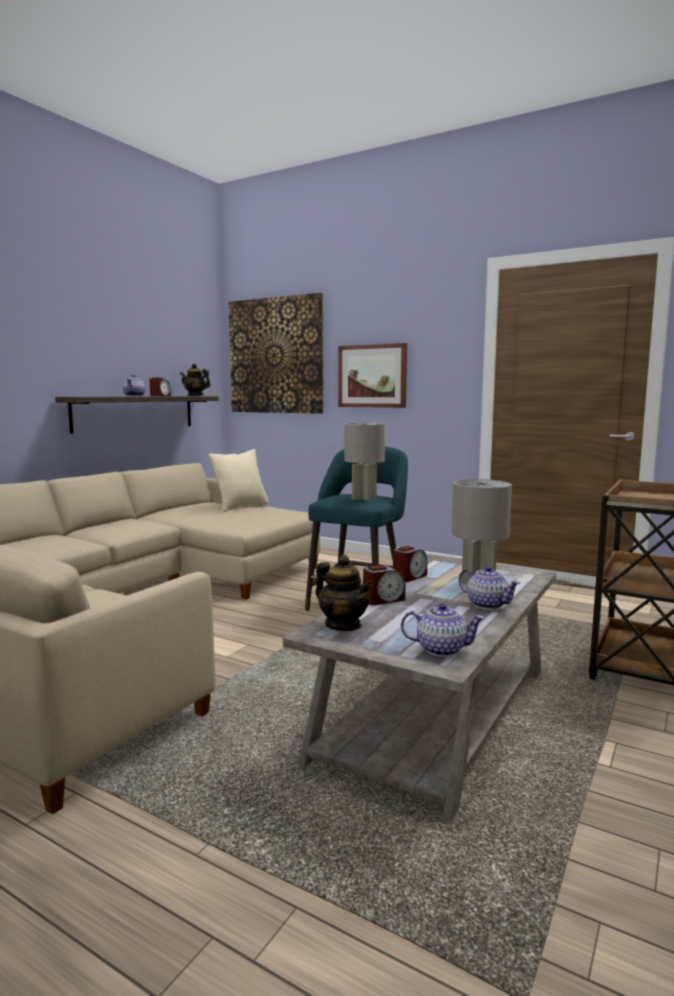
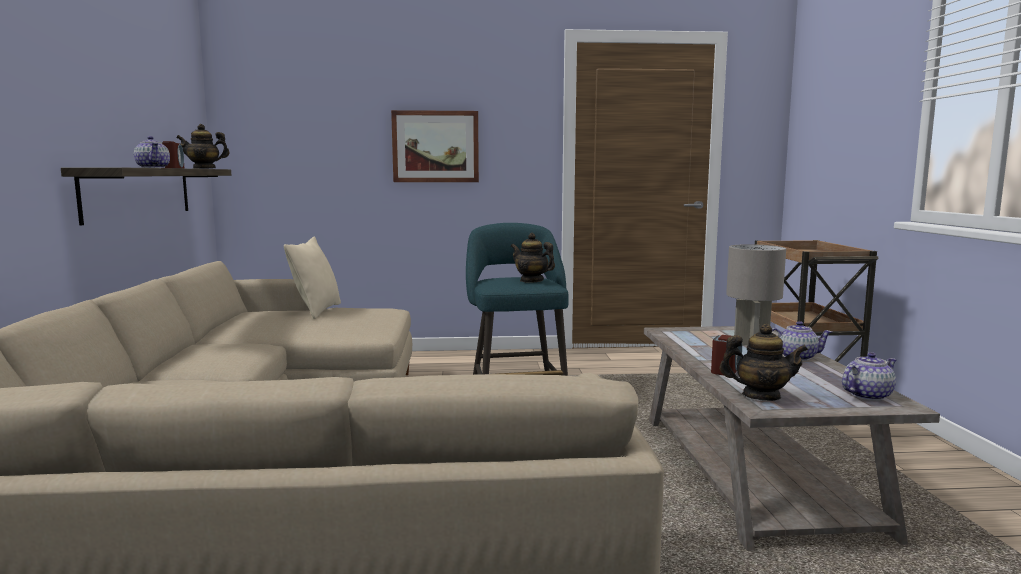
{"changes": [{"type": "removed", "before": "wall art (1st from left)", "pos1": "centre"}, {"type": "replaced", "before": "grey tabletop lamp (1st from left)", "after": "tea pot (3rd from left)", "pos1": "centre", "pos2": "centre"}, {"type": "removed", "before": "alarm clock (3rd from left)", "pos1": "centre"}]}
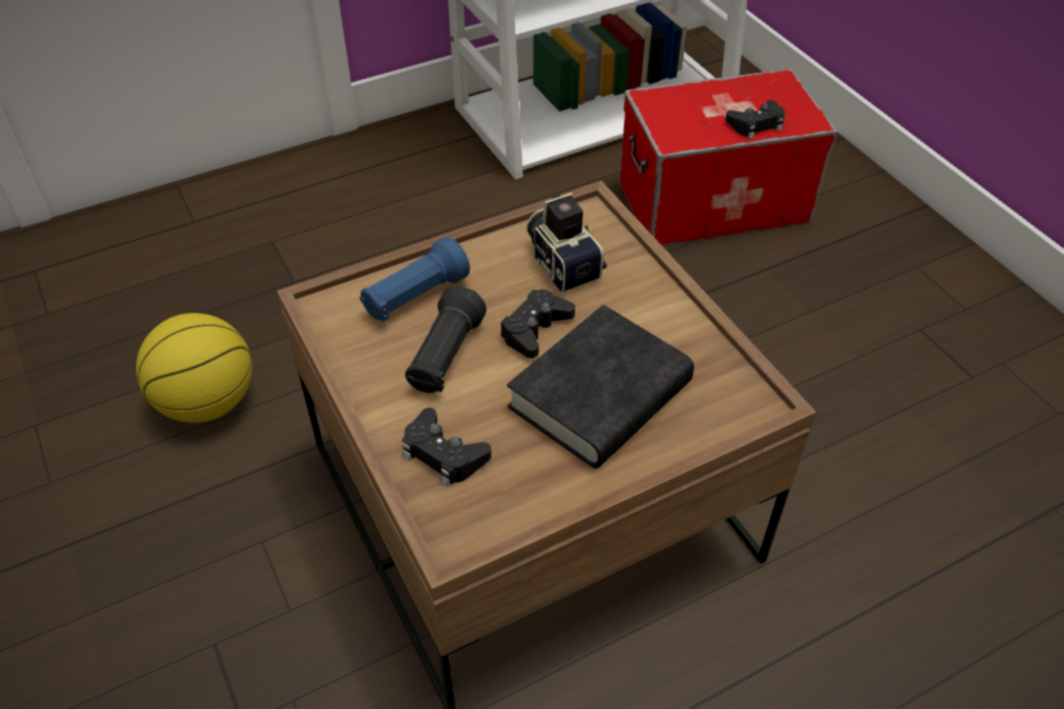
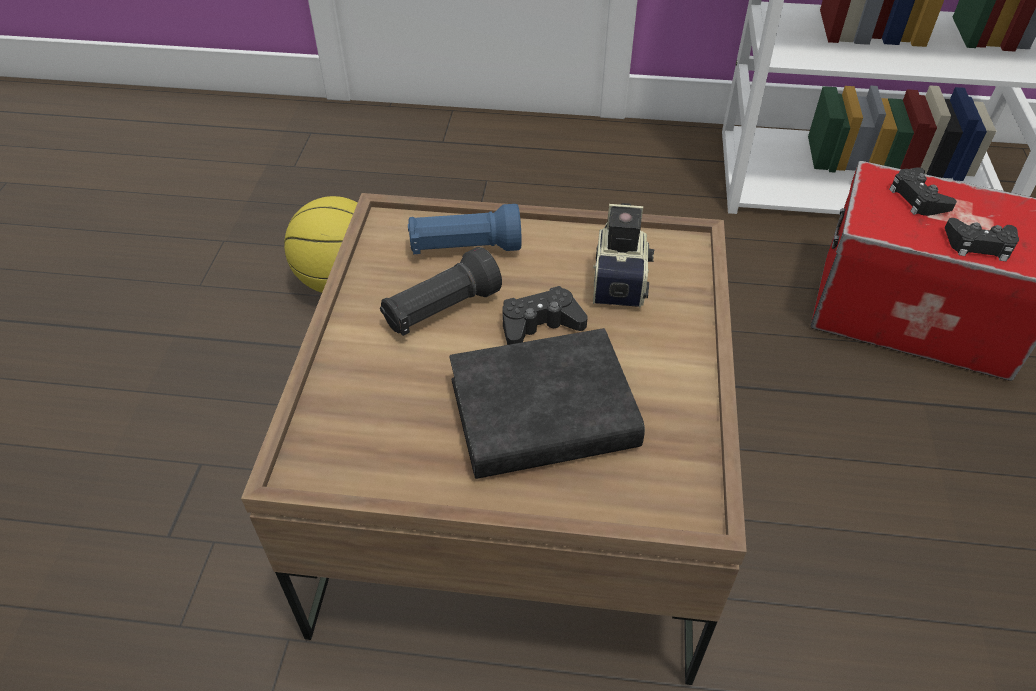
{"changes": [{"type": "moved", "before": "blackish joypad (1st from left in the first image)", "after": "blackish joypad (2nd from left)", "pos1": "centre", "pos2": "top right"}]}
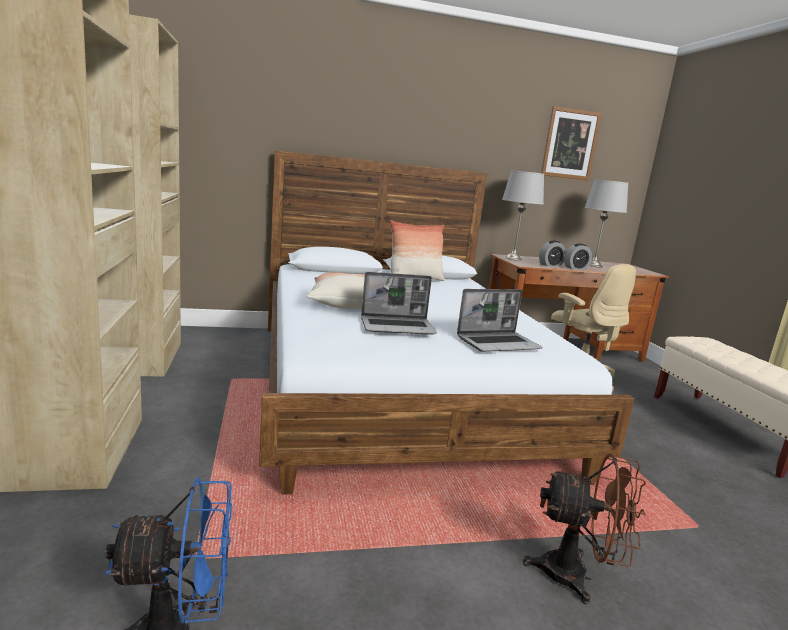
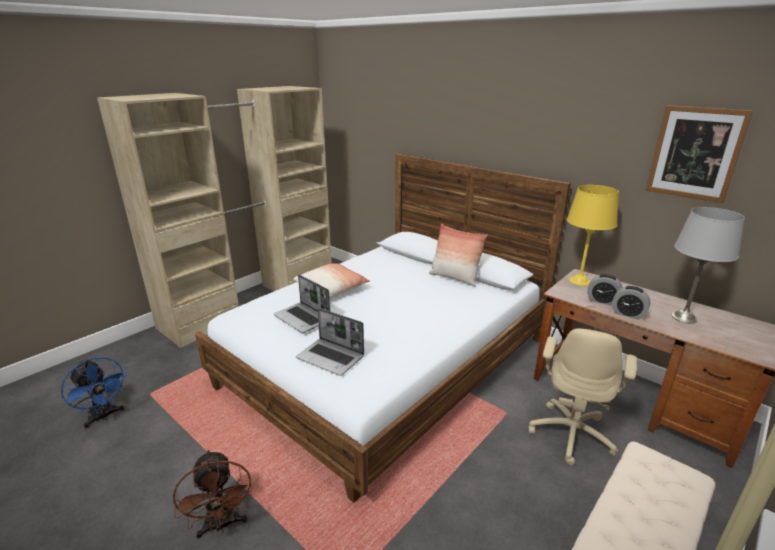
{"changes": [{"type": "recoloured", "before": "grey tabletop lamp (1st from left)", "after": "yellowish tabletop lamp", "pos1": "centre", "pos2": "middle right"}]}
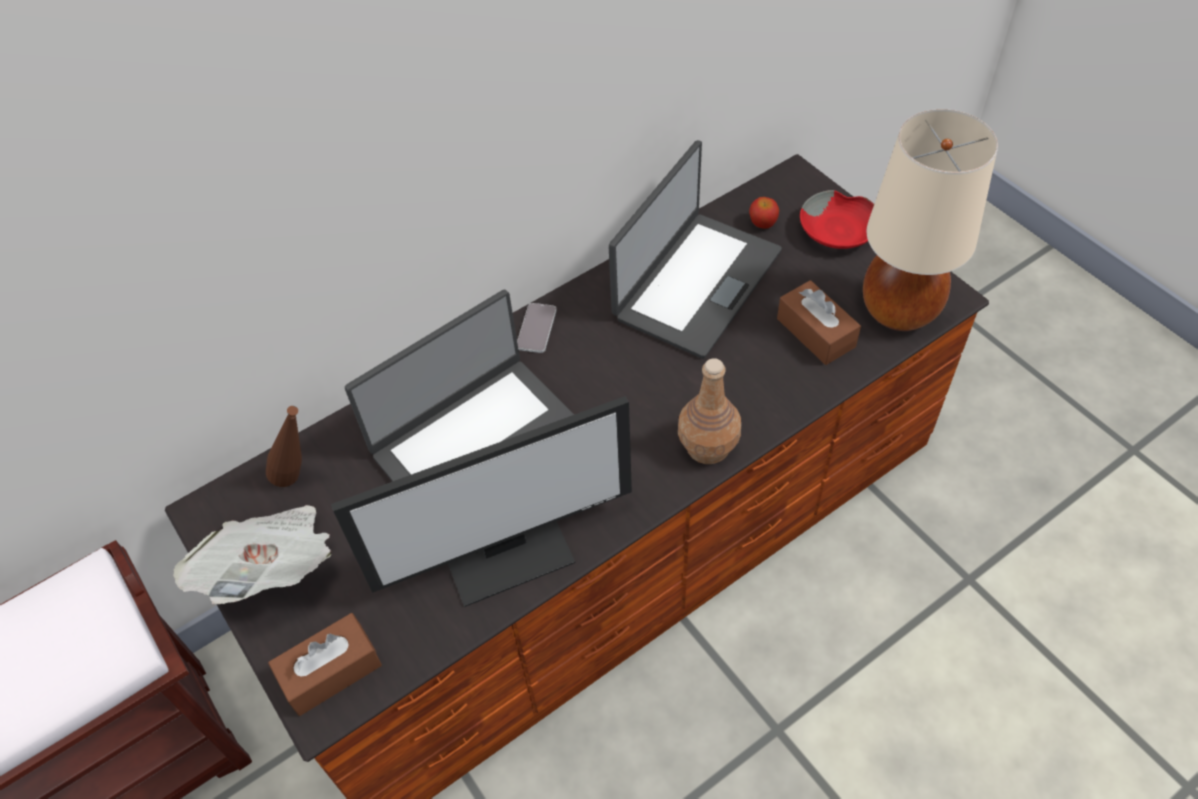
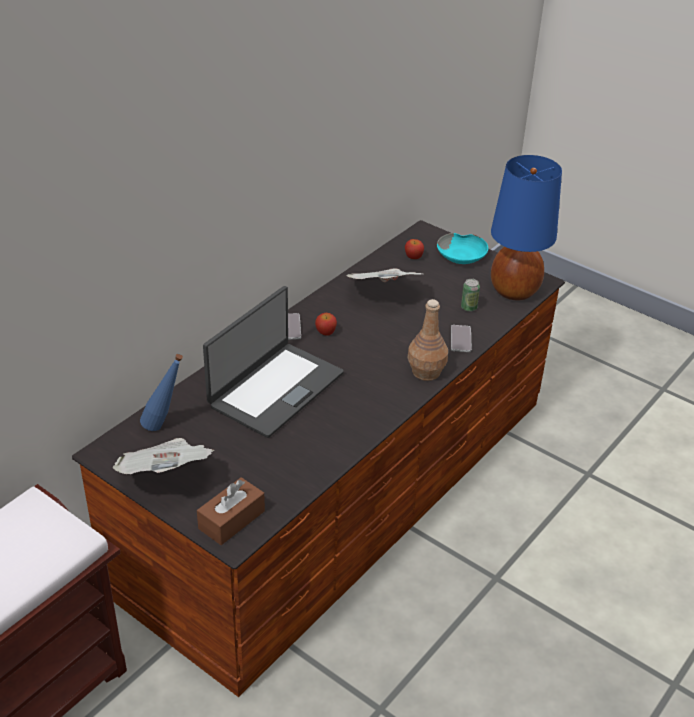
{"changes": [{"type": "recoloured", "before": "beige-coloured tabletop lamp", "after": "blue tabletop lamp", "pos1": "top right", "pos2": "top right"}, {"type": "replaced", "before": "portable computer (2nd from left)", "after": "printed paper (2nd from left)", "pos1": "top centre", "pos2": "centre"}, {"type": "recoloured", "before": "reddish deep dish", "after": "turquoise deep dish", "pos1": "top right", "pos2": "centre"}, {"type": "replaced", "before": "brown box of tissues (2nd from left)", "after": "metal can", "pos1": "middle right", "pos2": "middle right"}, {"type": "removed", "before": "monitor", "pos1": "centre"}, {"type": "recoloured", "before": "brown beverage bottle (1st from left)", "after": "blue beverage bottle", "pos1": "middle left", "pos2": "middle left"}, {"type": "added", "after": "apple (1st from left)", "pos2": "centre"}, {"type": "added", "after": "phone (2nd from left)", "pos2": "centre"}]}
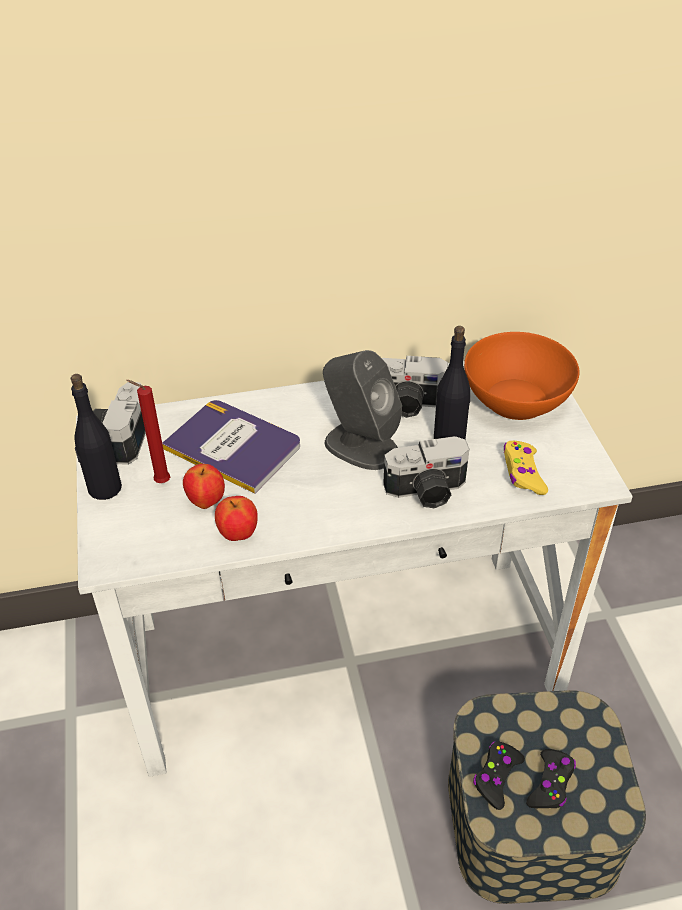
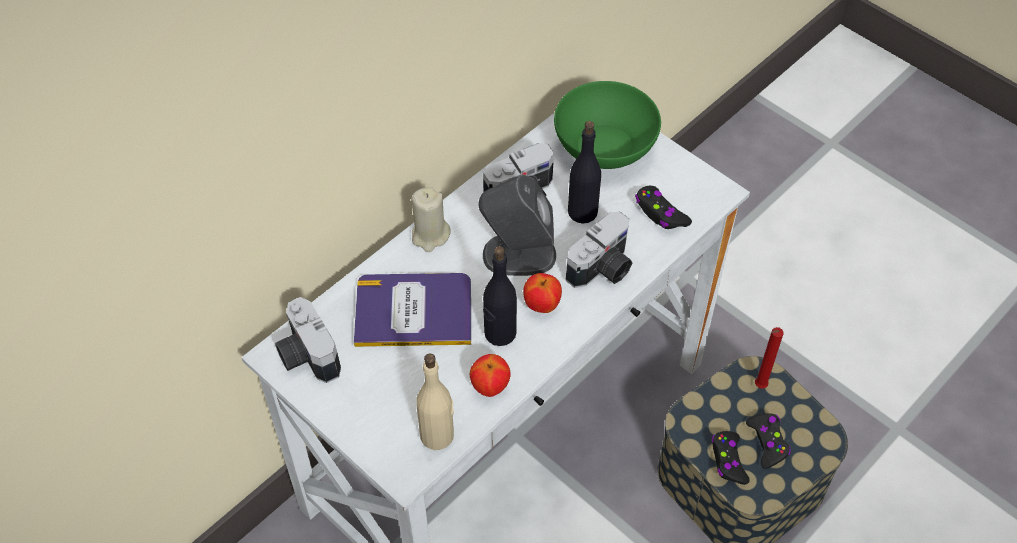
{"changes": [{"type": "recoloured", "before": "orange deep dish", "after": "green deep dish", "pos1": "middle right", "pos2": "top centre"}, {"type": "moved", "before": "blackish beverage bottle (1st from left)", "pos1": "middle left", "pos2": "centre"}, {"type": "moved", "before": "reddish wax candle", "pos1": "middle left", "pos2": "middle right"}, {"type": "recoloured", "before": "yellowish joypad", "after": "blackish joypad (1st from left)", "pos1": "middle right", "pos2": "centre"}, {"type": "moved", "before": "apple (1st from left in the first image)", "after": "apple (2nd from left)", "pos1": "middle left", "pos2": "centre"}, {"type": "added", "after": "beige-coloured wax candle", "pos2": "centre"}, {"type": "added", "after": "beige-coloured beverage bottle", "pos2": "bottom centre"}]}
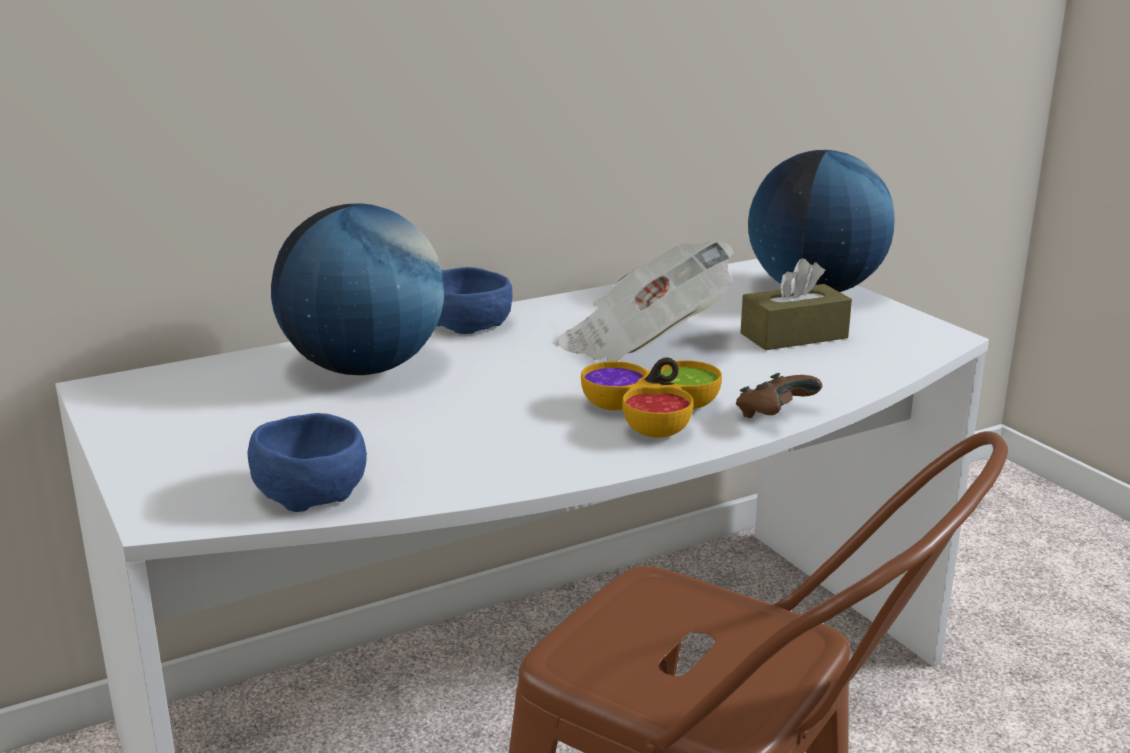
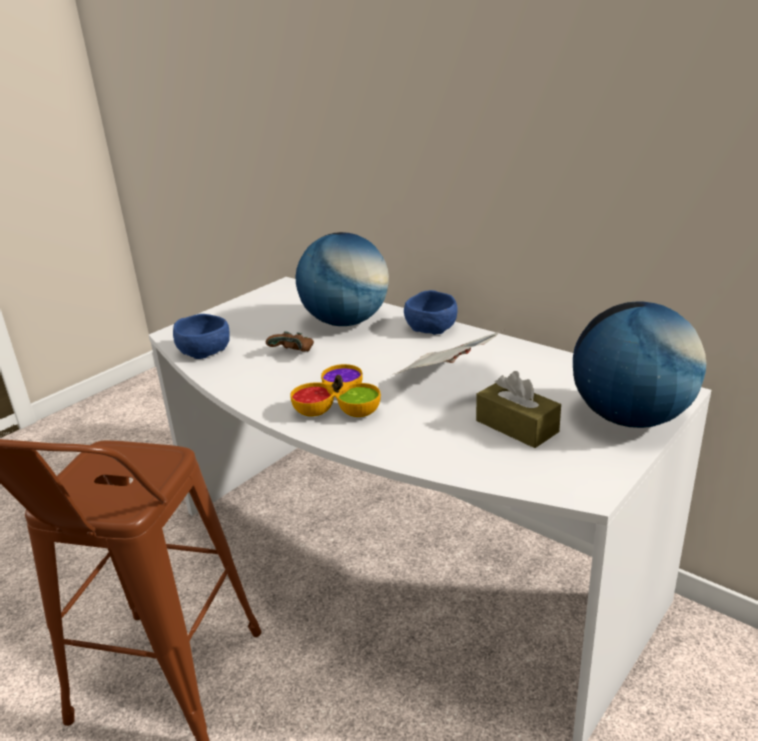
{"changes": [{"type": "moved", "before": "brown joypad", "pos1": "middle right", "pos2": "centre"}]}
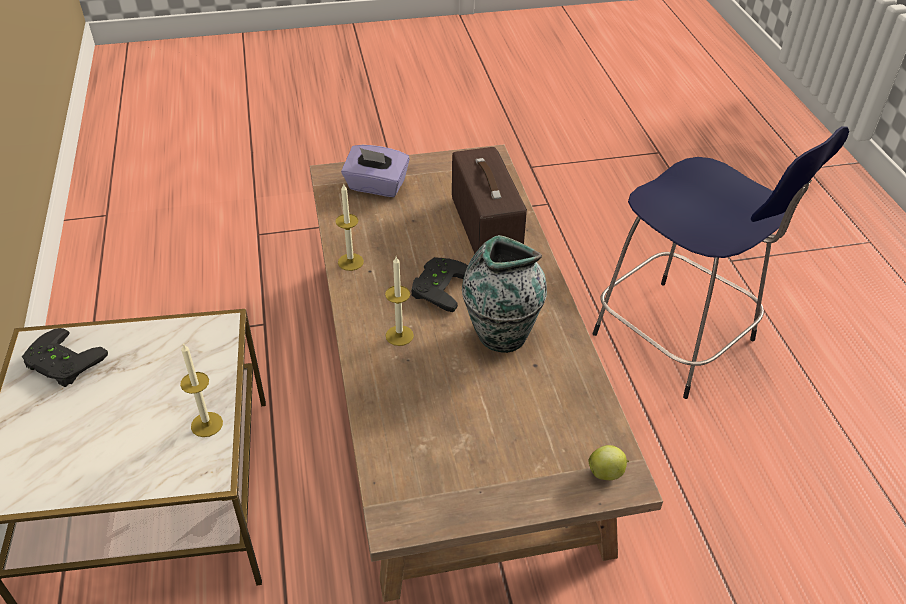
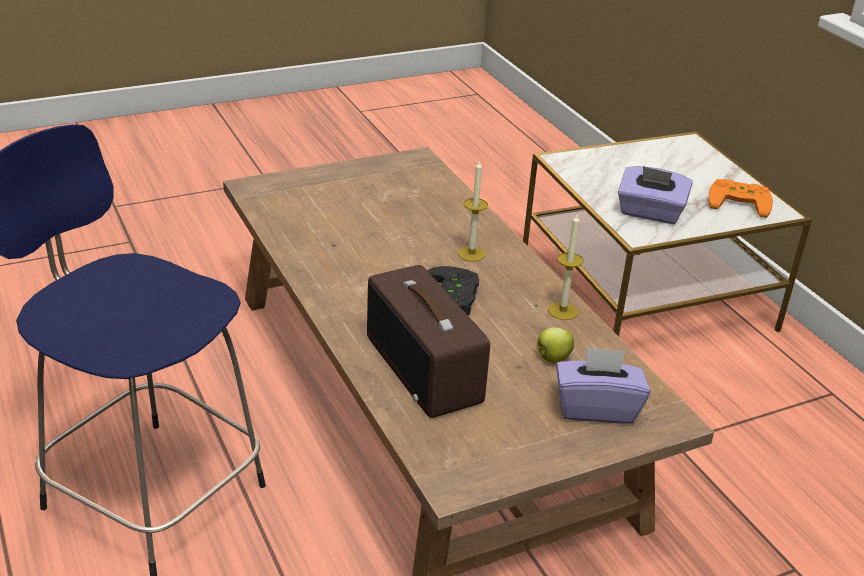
{"changes": [{"type": "removed", "before": "vase", "pos1": "centre"}, {"type": "recoloured", "before": "blackish joypad (1st from left)", "after": "orange joypad", "pos1": "middle left", "pos2": "middle right"}, {"type": "removed", "before": "wax candle (1st from left)", "pos1": "middle left"}, {"type": "moved", "before": "apple", "pos1": "bottom right", "pos2": "centre"}, {"type": "added", "after": "purple-coloured box of tissues (2nd from left)", "pos2": "middle right"}]}
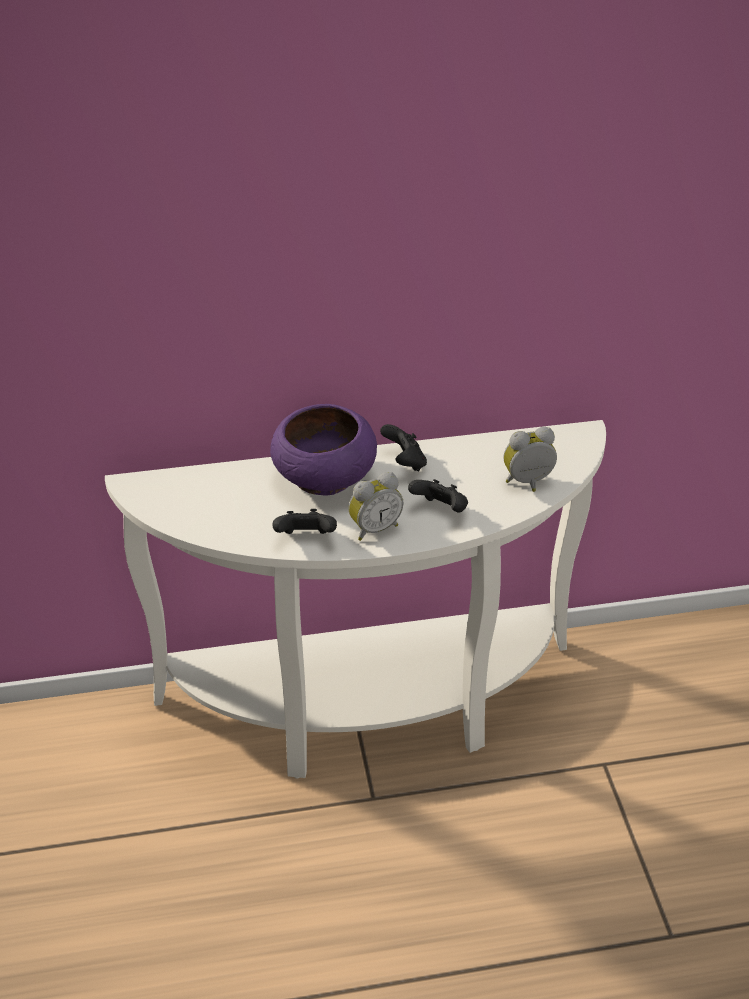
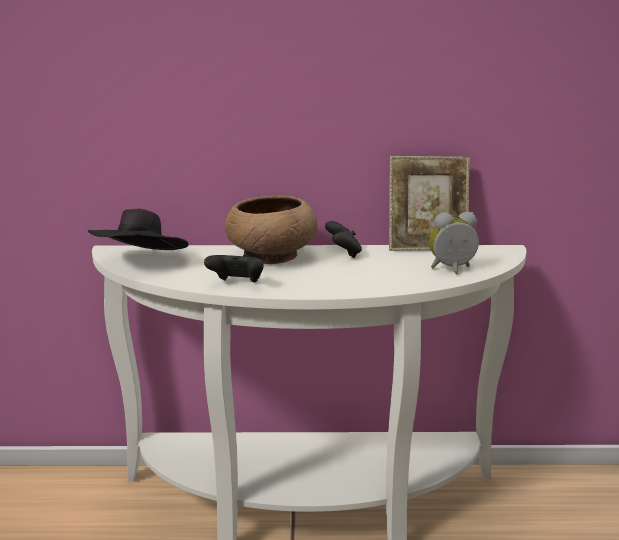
{"changes": [{"type": "recoloured", "before": "purple-coloured deep dish", "after": "brown deep dish", "pos1": "centre", "pos2": "centre"}, {"type": "removed", "before": "alarm clock (1st from left)", "pos1": "centre"}, {"type": "removed", "before": "blackish joypad (3rd from left)", "pos1": "centre"}, {"type": "added", "after": "photo frame", "pos2": "middle right"}, {"type": "added", "after": "blackish hat", "pos2": "middle left"}]}
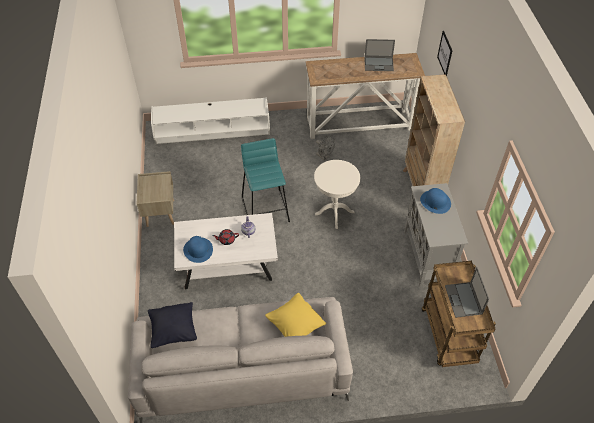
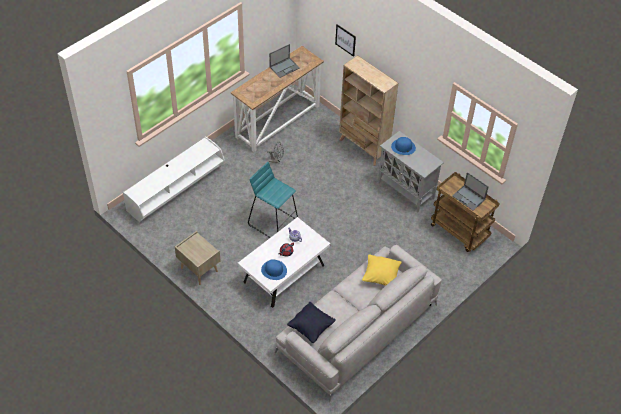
{"changes": [{"type": "removed", "before": "white-coloured end table", "pos1": "centre"}]}
